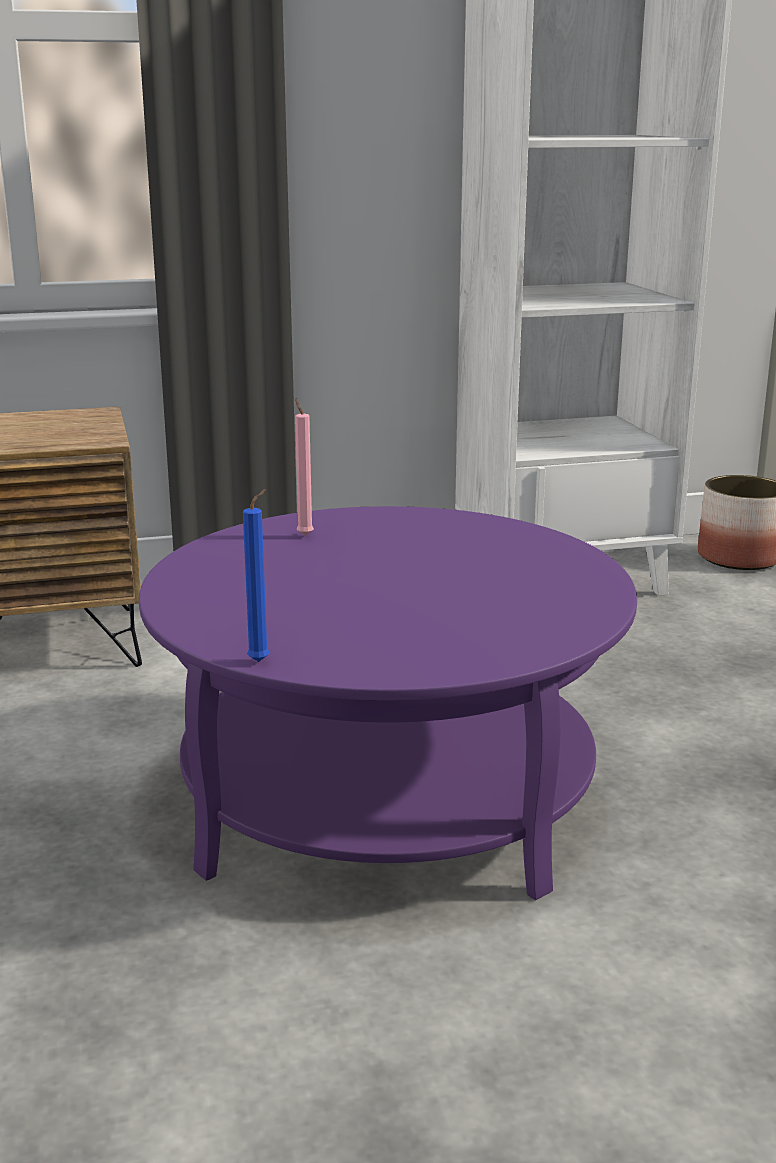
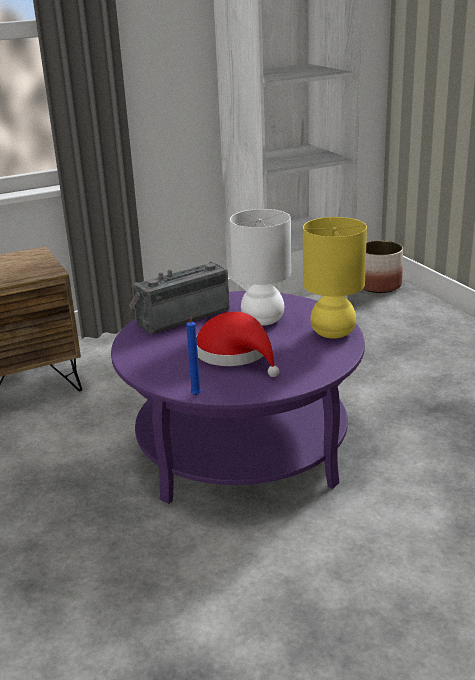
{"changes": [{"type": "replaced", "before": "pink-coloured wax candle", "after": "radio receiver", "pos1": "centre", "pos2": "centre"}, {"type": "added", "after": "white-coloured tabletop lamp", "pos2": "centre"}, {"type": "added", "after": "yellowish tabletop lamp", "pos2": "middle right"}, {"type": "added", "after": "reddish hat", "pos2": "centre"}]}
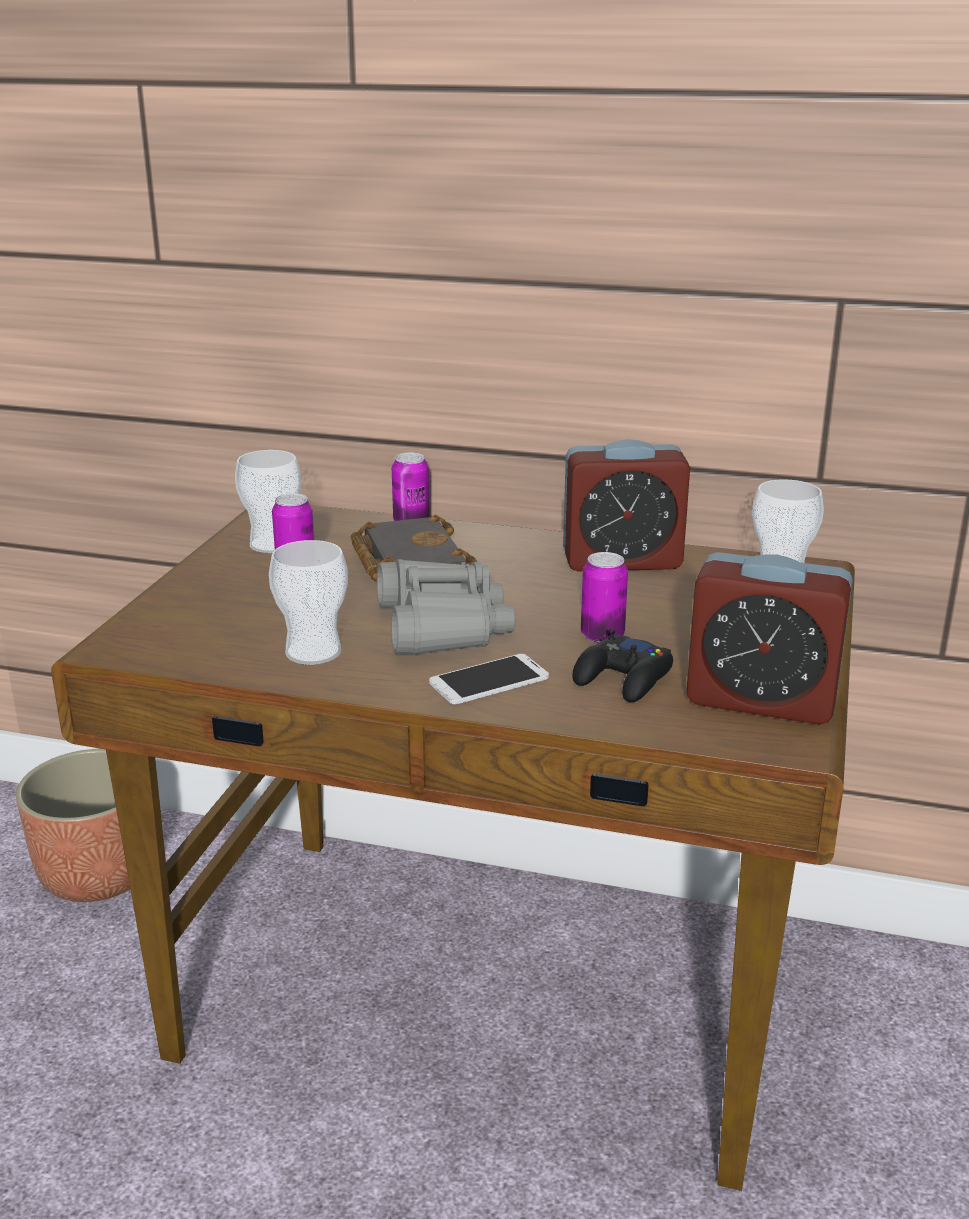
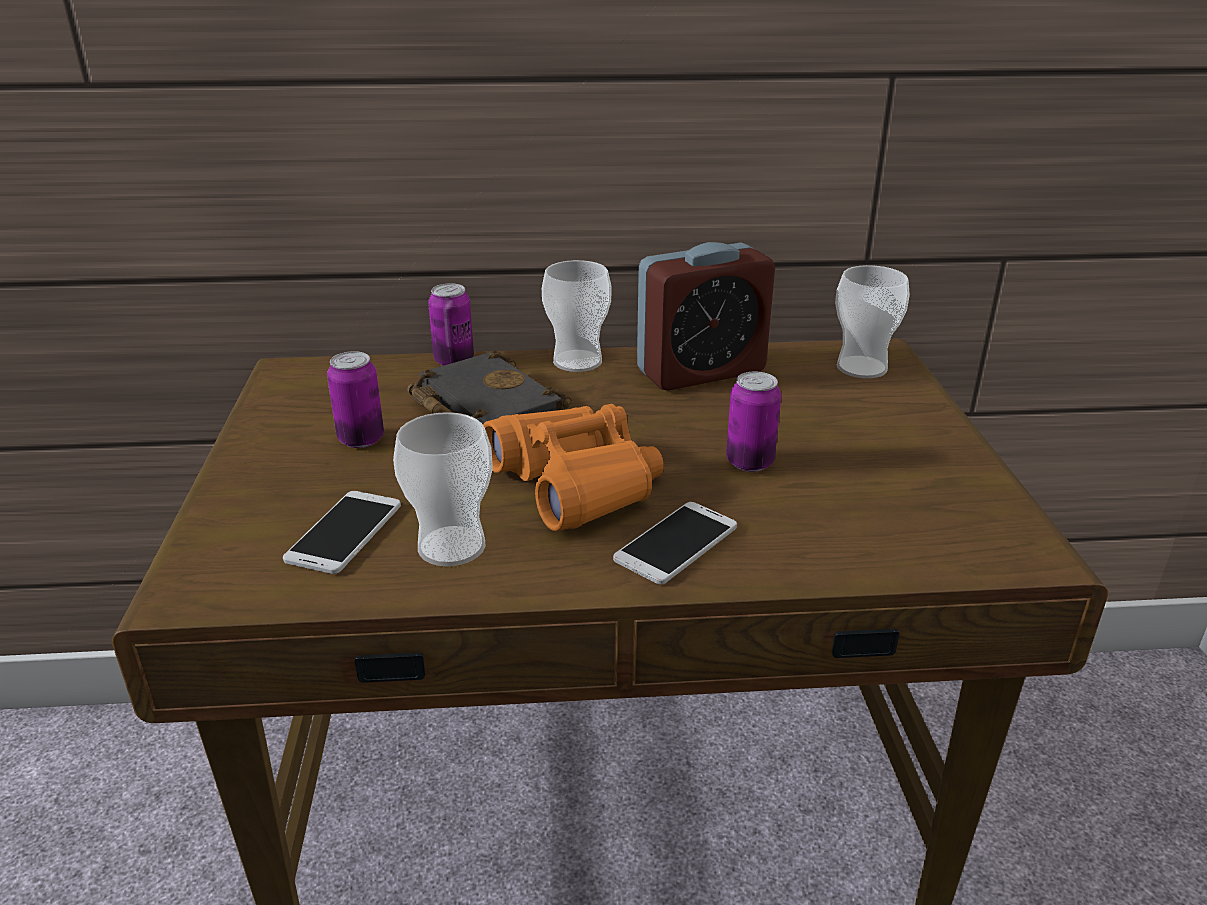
{"changes": [{"type": "moved", "before": "drinking cup (1st from left in the first image)", "after": "drinking cup (2nd from left)", "pos1": "middle left", "pos2": "centre"}, {"type": "removed", "before": "alarm clock (2nd from left)", "pos1": "middle right"}, {"type": "recoloured", "before": "grey field glasses", "after": "orange field glasses", "pos1": "centre", "pos2": "centre"}, {"type": "removed", "before": "blackish joypad", "pos1": "centre"}, {"type": "removed", "before": "planter", "pos1": "bottom left"}, {"type": "added", "after": "phone (1st from left)", "pos2": "middle left"}]}
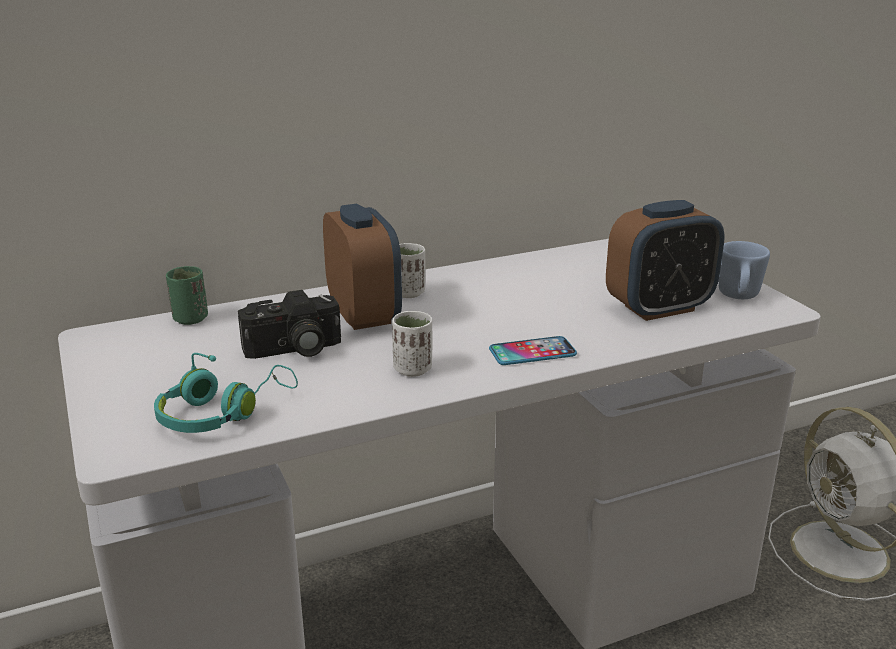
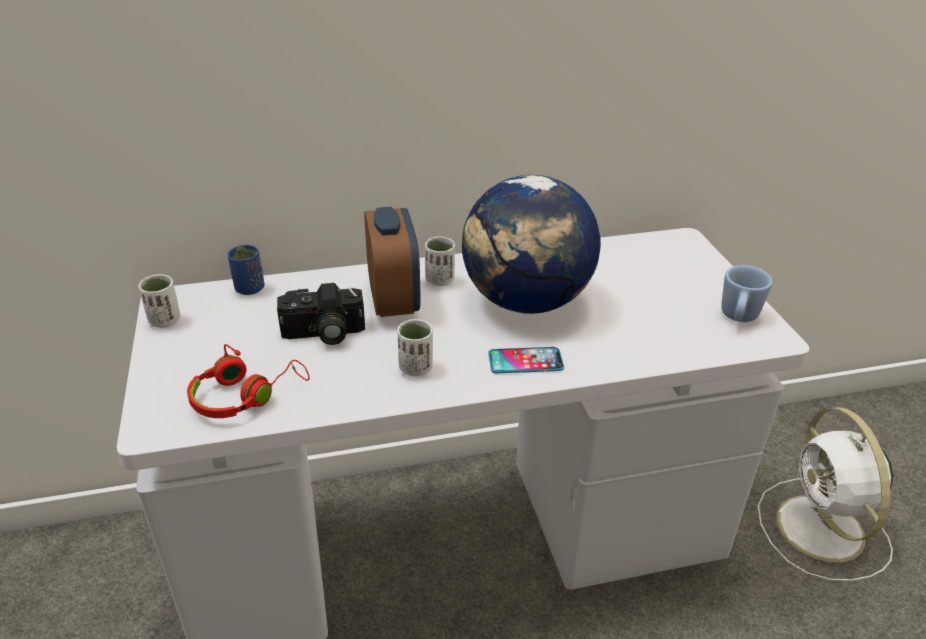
{"changes": [{"type": "removed", "before": "alarm clock (2nd from left)", "pos1": "middle right"}, {"type": "recoloured", "before": "green drinking cup", "after": "blue drinking cup", "pos1": "middle left", "pos2": "middle left"}, {"type": "recoloured", "before": "turquoise pair of headphones", "after": "reddish pair of headphones", "pos1": "middle left", "pos2": "middle left"}, {"type": "added", "after": "globe", "pos2": "centre"}, {"type": "added", "after": "white-coloured drinking cup (1st from left)", "pos2": "middle left"}]}
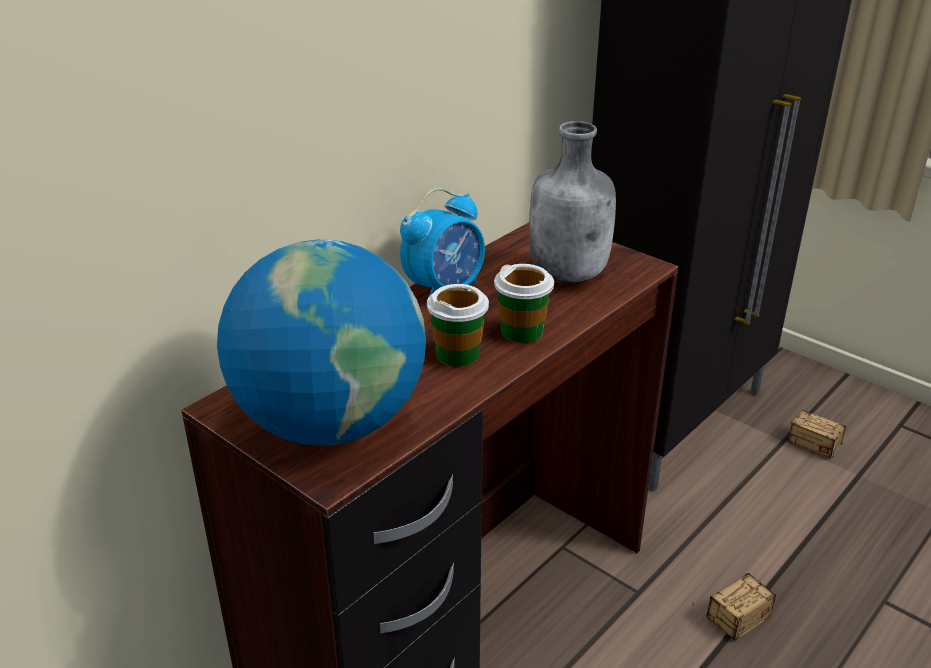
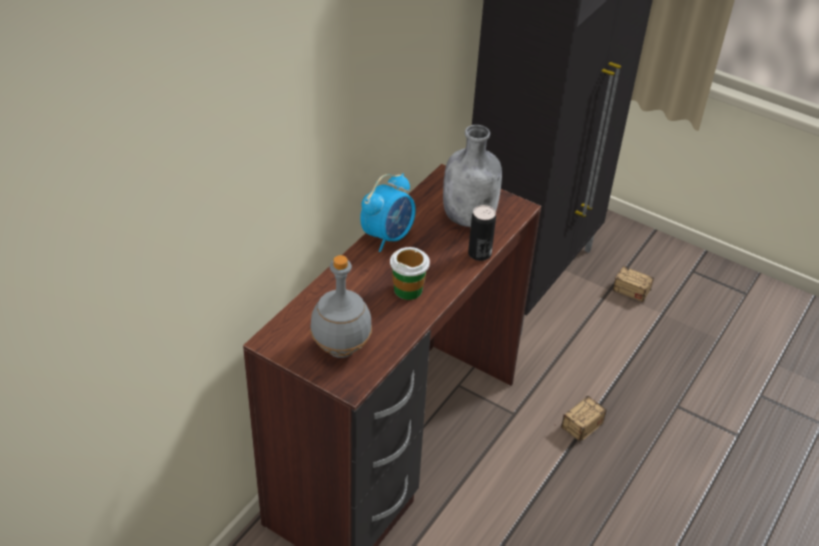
{"changes": [{"type": "replaced", "before": "globe", "after": "grey beverage bottle (1st from left)", "pos1": "centre", "pos2": "centre"}, {"type": "removed", "before": "drinking cup (2nd from left)", "pos1": "centre"}, {"type": "added", "after": "metal can", "pos2": "centre"}]}
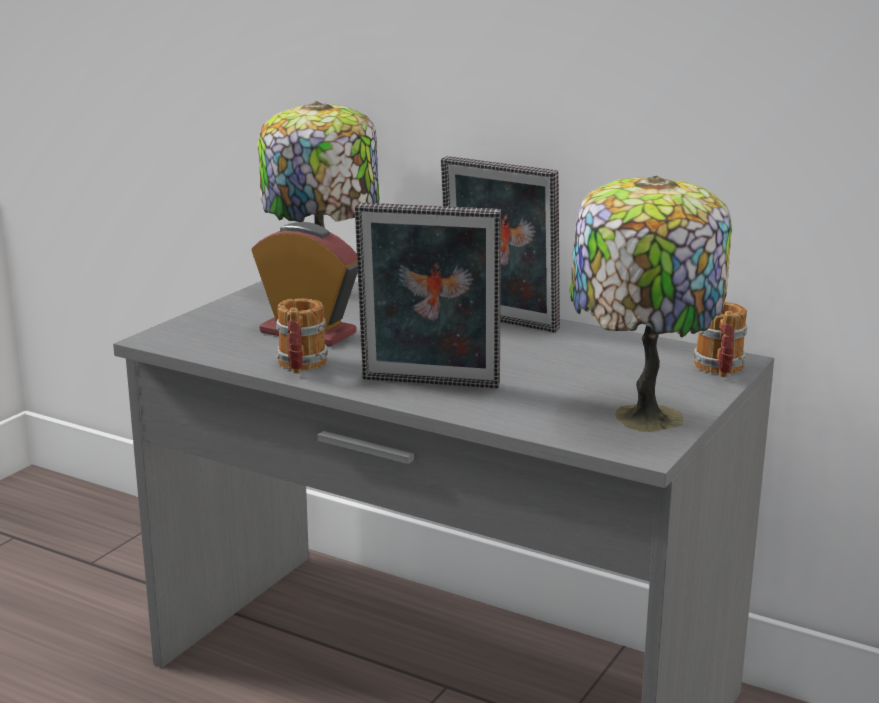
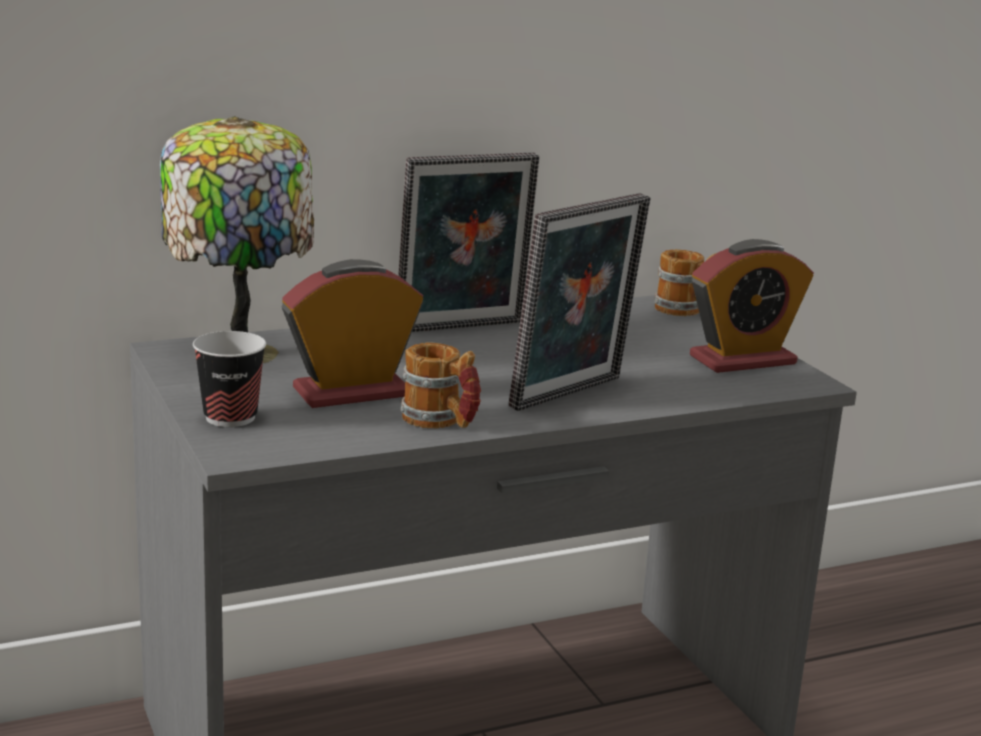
{"changes": [{"type": "replaced", "before": "tabletop lamp (2nd from left)", "after": "alarm clock (2nd from left)", "pos1": "middle right", "pos2": "middle right"}, {"type": "added", "after": "drinking cup", "pos2": "middle left"}]}
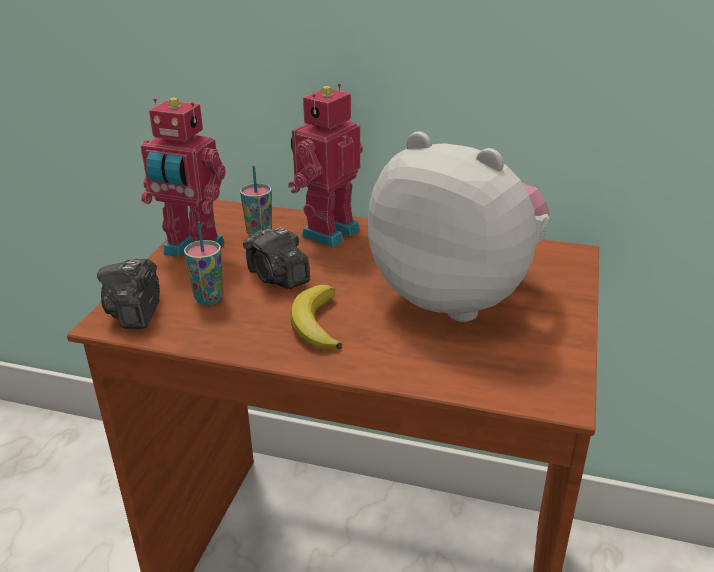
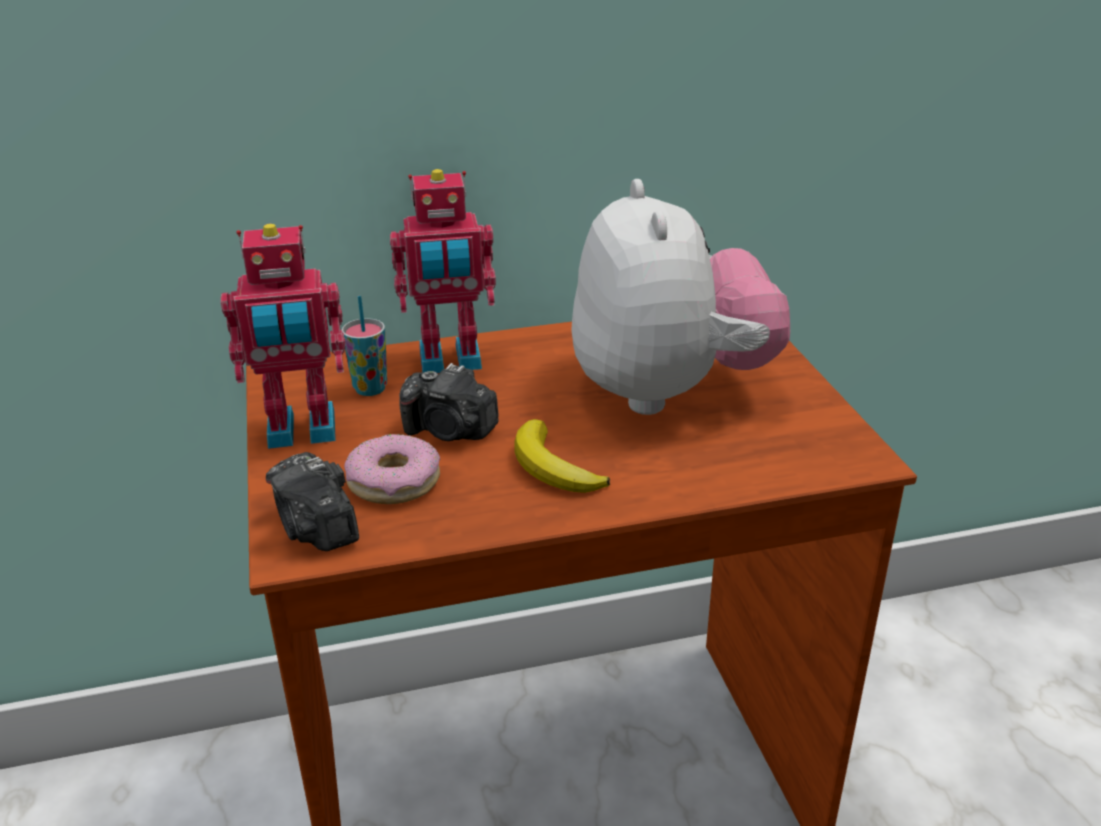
{"changes": [{"type": "turned", "before": "toy robot (2nd from left)", "pos1": "top centre", "pos2": "top centre", "turn": -105}, {"type": "turned", "before": "cuddly toy", "pos1": "centre", "pos2": "centre", "turn": 75}, {"type": "replaced", "before": "drinking cup (1st from left)", "after": "ring doughnut", "pos1": "middle left", "pos2": "centre"}]}
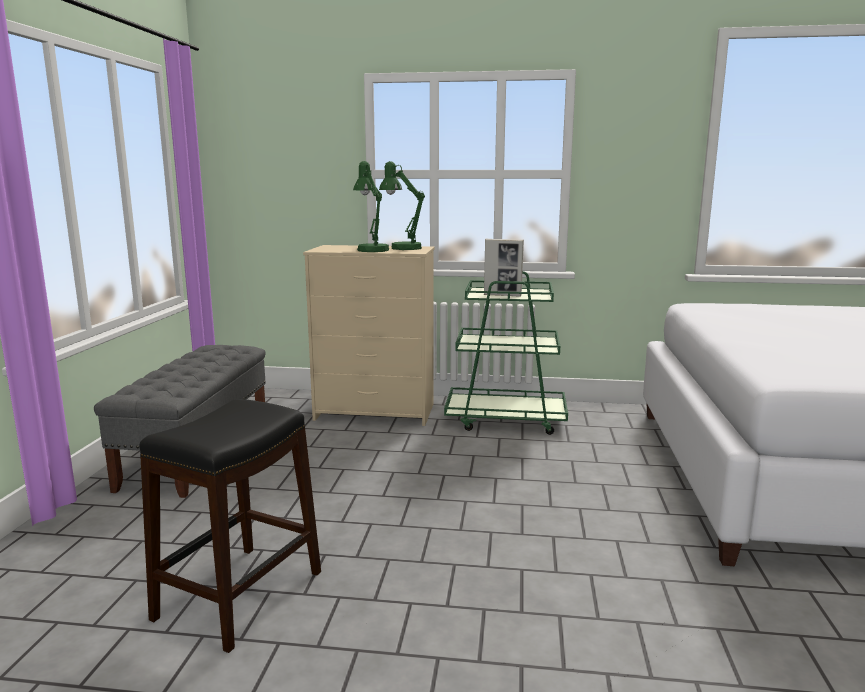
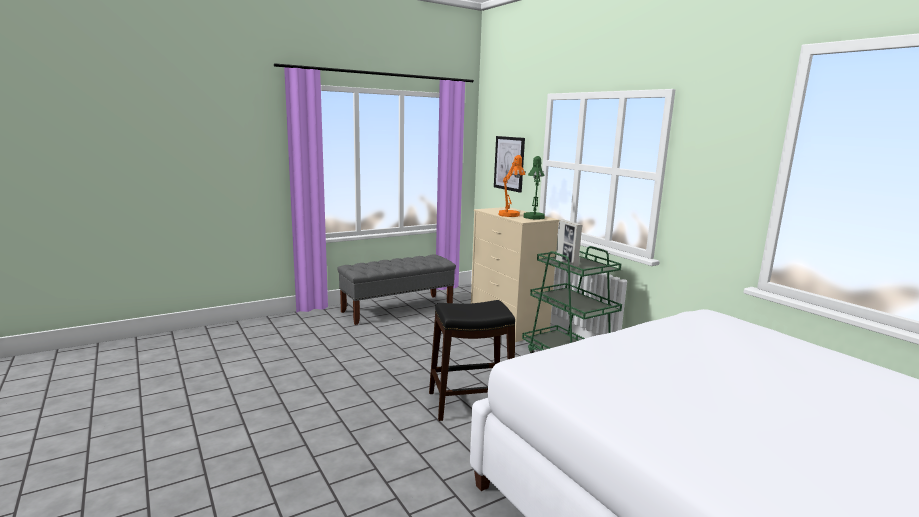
{"changes": [{"type": "recoloured", "before": "green tabletop lamp (1st from left)", "after": "orange tabletop lamp", "pos1": "top centre", "pos2": "centre"}, {"type": "moved", "before": "blackish sitting stool", "pos1": "bottom left", "pos2": "bottom centre"}, {"type": "added", "after": "wall art", "pos2": "top centre"}]}
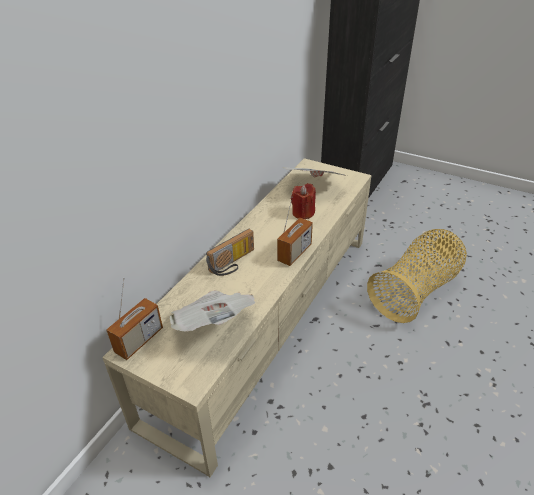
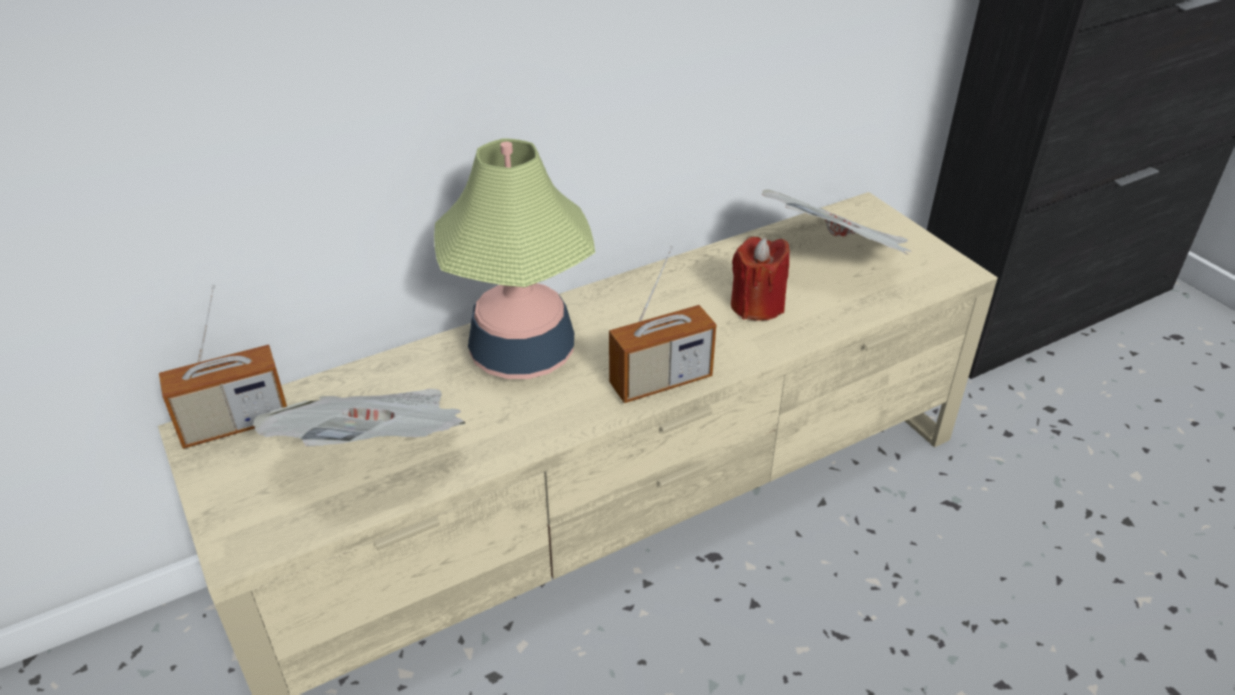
{"changes": [{"type": "replaced", "before": "radio receiver (2nd from left)", "after": "tabletop lamp", "pos1": "centre", "pos2": "centre"}, {"type": "removed", "before": "household basket", "pos1": "middle right"}]}
